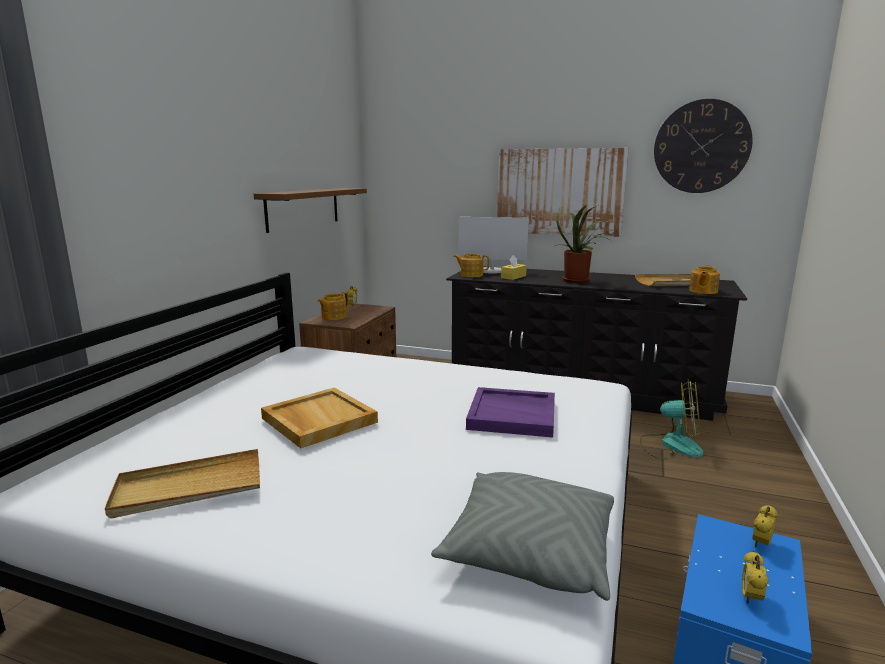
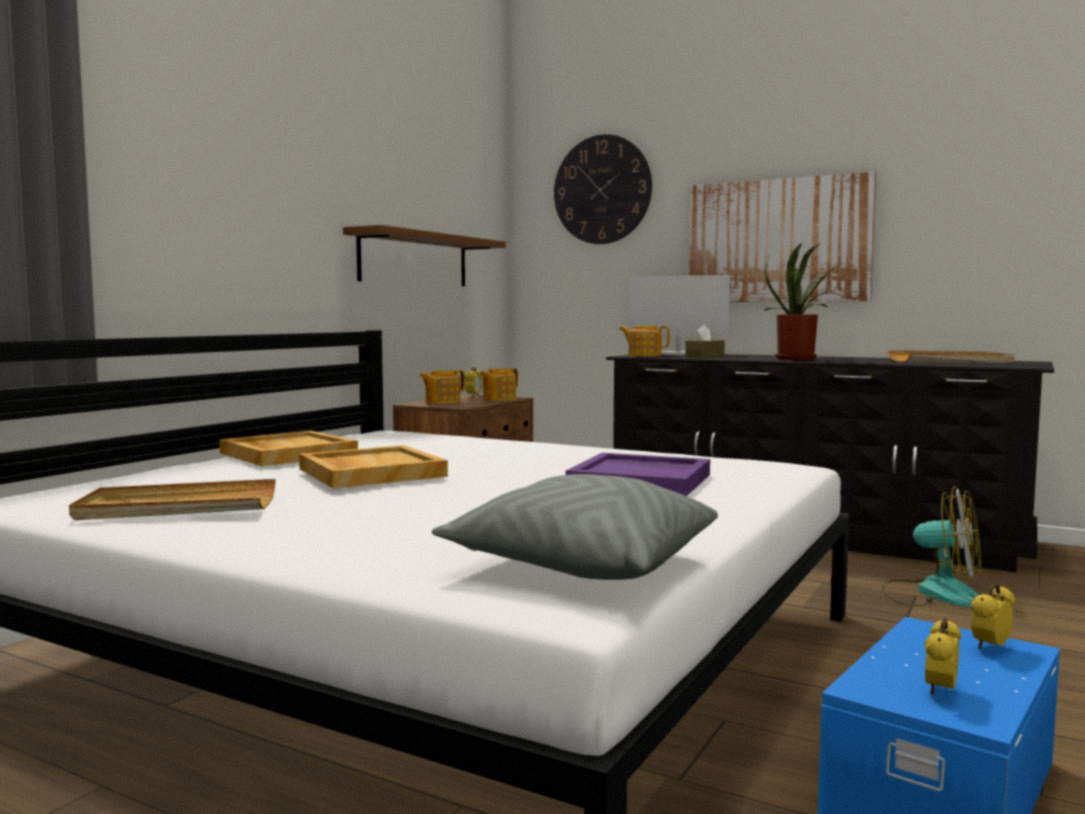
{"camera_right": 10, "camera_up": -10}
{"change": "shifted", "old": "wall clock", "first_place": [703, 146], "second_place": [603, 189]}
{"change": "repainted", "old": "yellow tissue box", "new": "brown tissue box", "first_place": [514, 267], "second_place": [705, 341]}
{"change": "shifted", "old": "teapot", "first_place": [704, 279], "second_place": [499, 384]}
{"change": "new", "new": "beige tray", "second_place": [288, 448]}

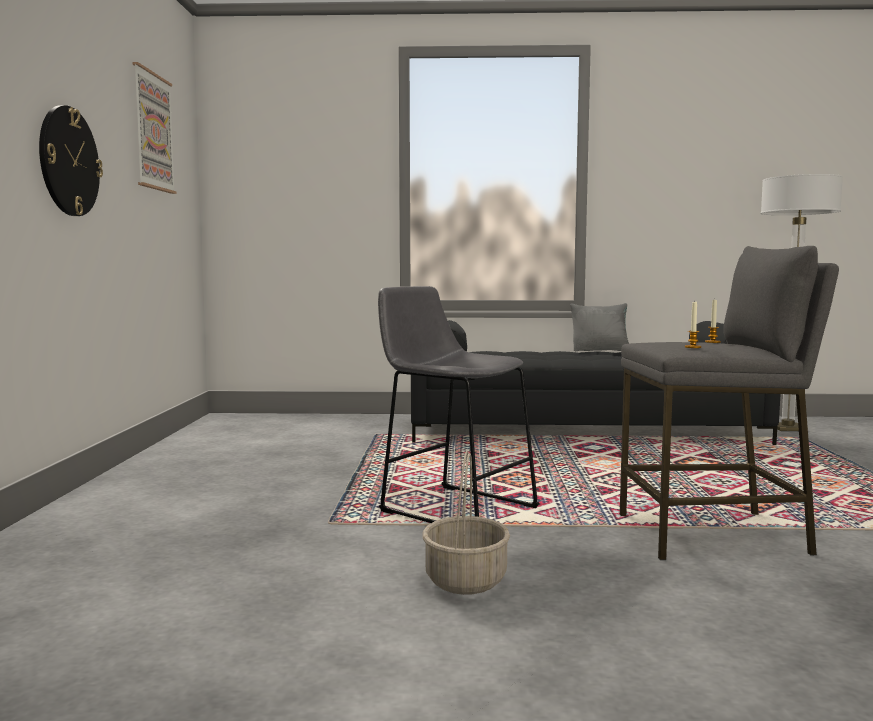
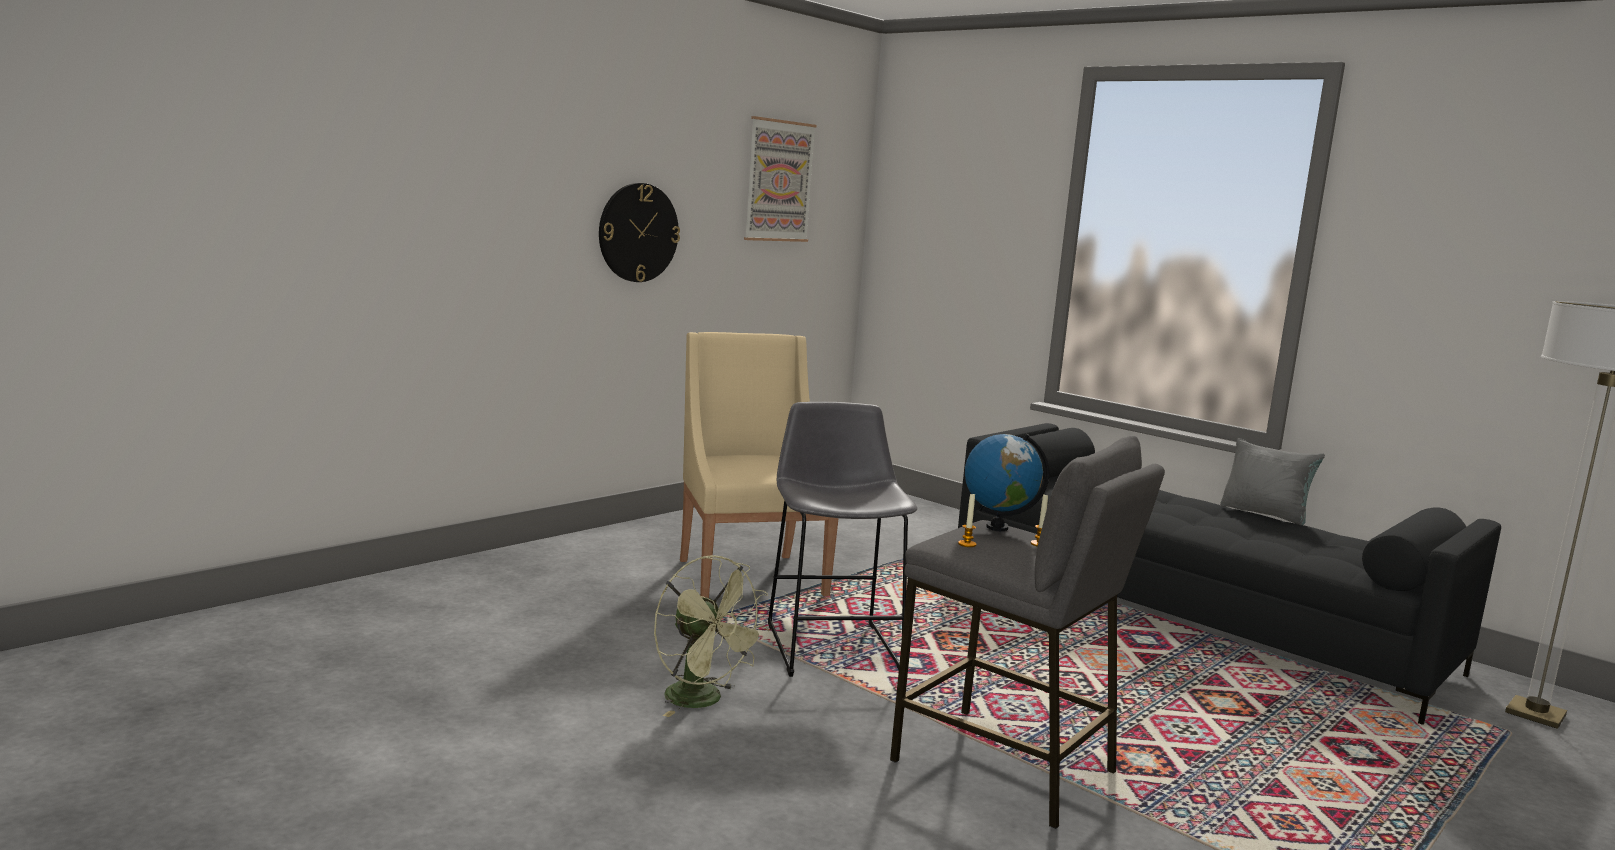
{"camera_right": 40, "camera_up": 5}
{"change": "swapped", "old": "basket", "new": "green fan", "first_place": [466, 523], "second_place": [711, 636]}
{"change": "new", "new": "beige armchair", "second_place": [759, 465]}
{"change": "new", "new": "globe", "second_place": [1007, 482]}

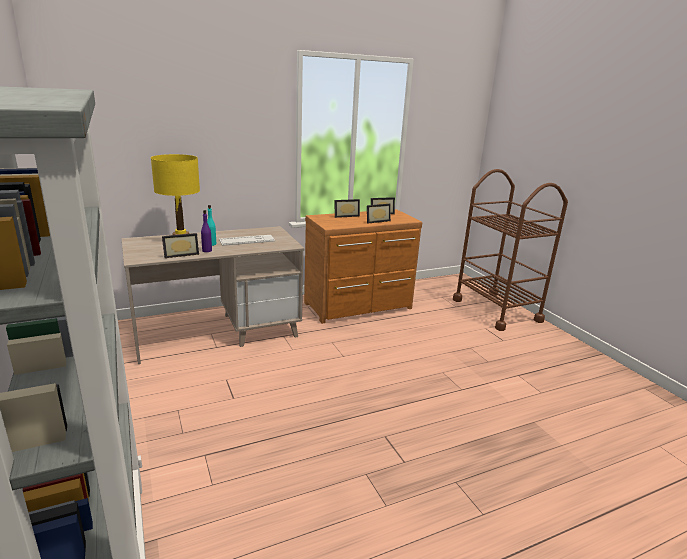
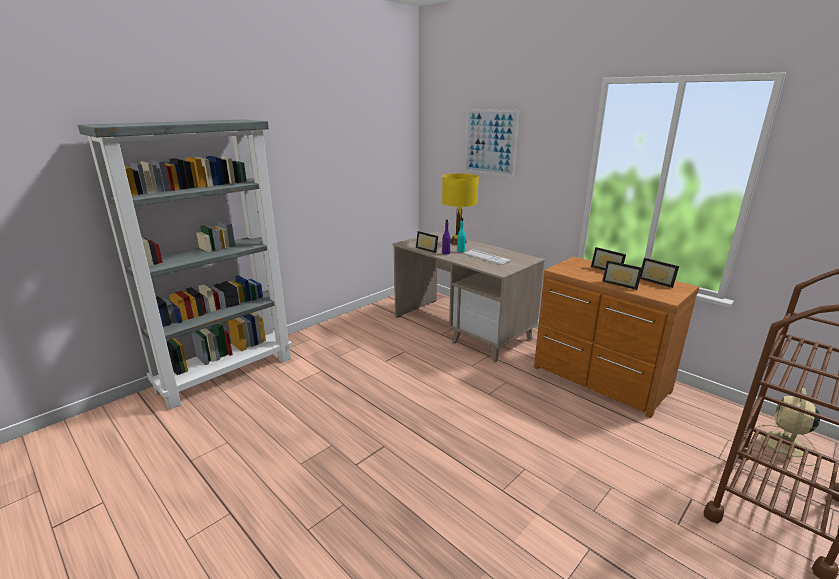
{"camera_right": 70, "camera_up": 0}
{"change": "new", "new": "picture", "second_place": [492, 143]}
{"change": "new", "new": "beige fan", "second_place": [786, 426]}

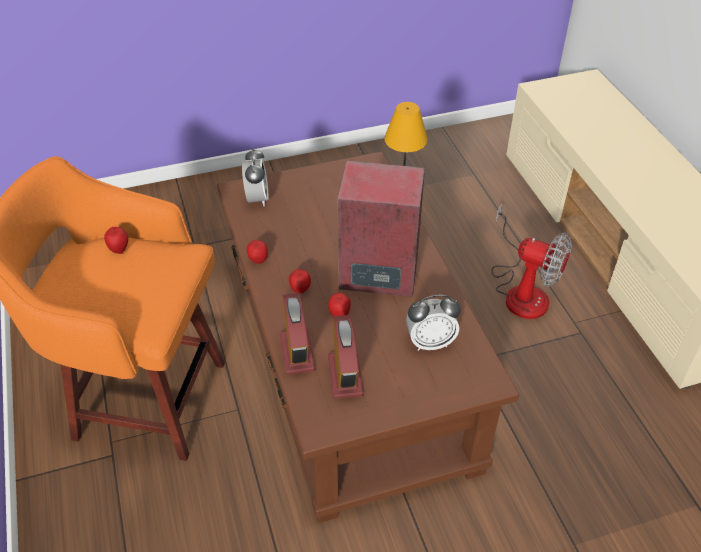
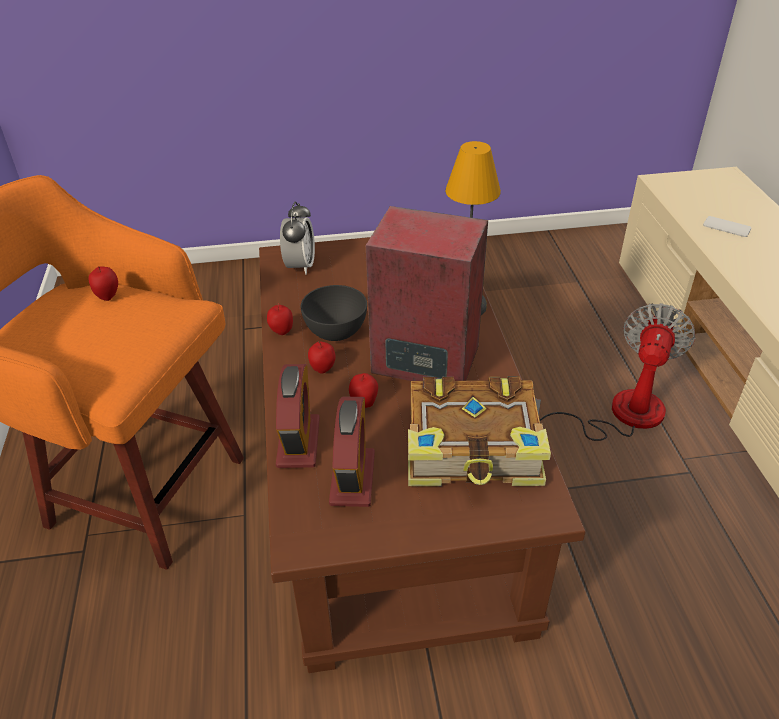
{"camera_right": 10, "camera_up": -5}
{"change": "rotated", "old": "fan", "first_place": [531, 261], "second_place": [615, 372], "degrees": -105}
{"change": "swapped", "old": "alarm clock", "new": "book", "first_place": [433, 323], "second_place": [479, 431]}
{"change": "new", "new": "phone", "second_place": [727, 226]}
{"change": "new", "new": "grey bowl", "second_place": [334, 313]}

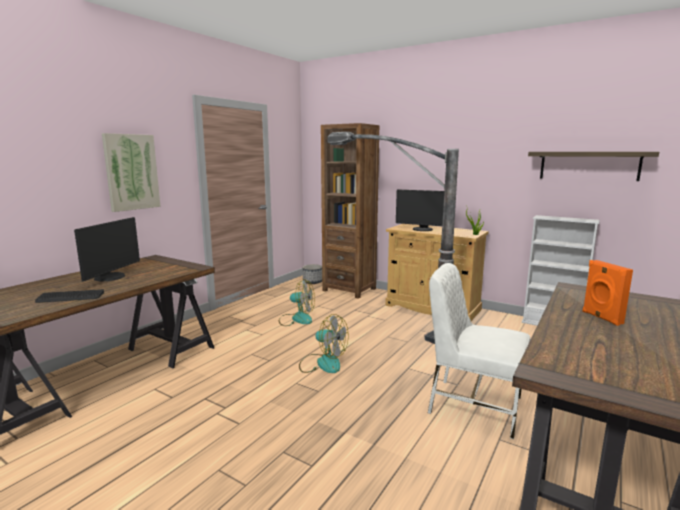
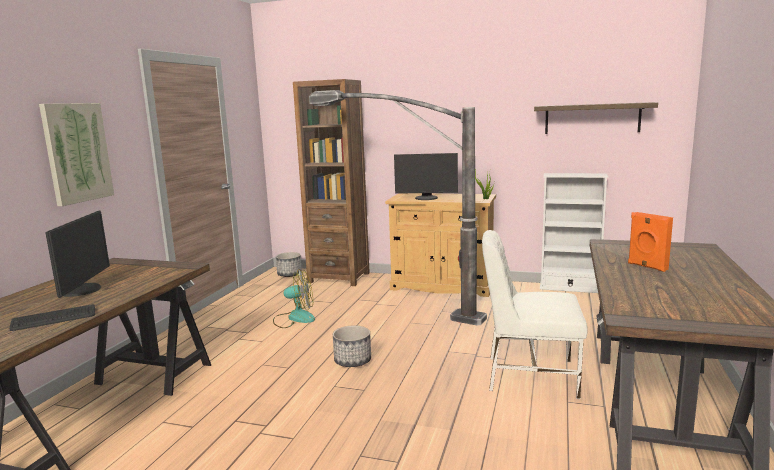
{"camera_right": -15, "camera_up": 0}
{"change": "swapped", "old": "fan", "new": "planter", "first_place": [323, 343], "second_place": [352, 346]}

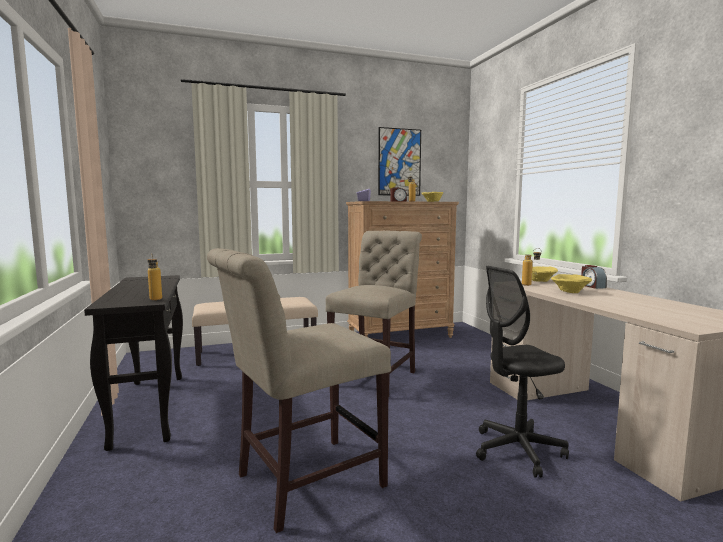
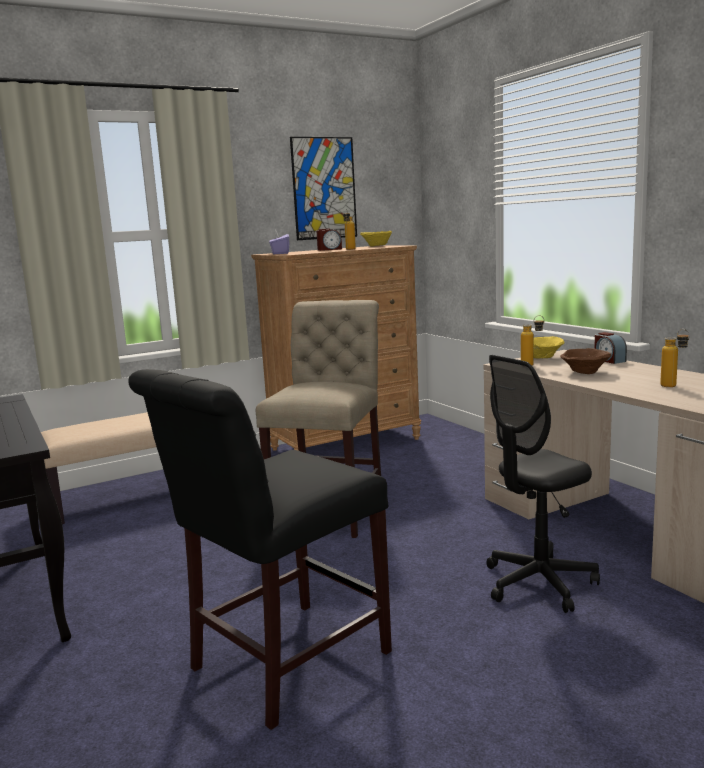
{"camera_right": -10, "camera_up": 5}
{"change": "repainted", "old": "beige chair", "new": "black chair", "first_place": [299, 390], "second_place": [260, 549]}
{"change": "shifted", "old": "bottle", "first_place": [154, 277], "second_place": [674, 358]}
{"change": "repainted", "old": "yellow bowl", "new": "brown bowl", "first_place": [571, 283], "second_place": [585, 361]}

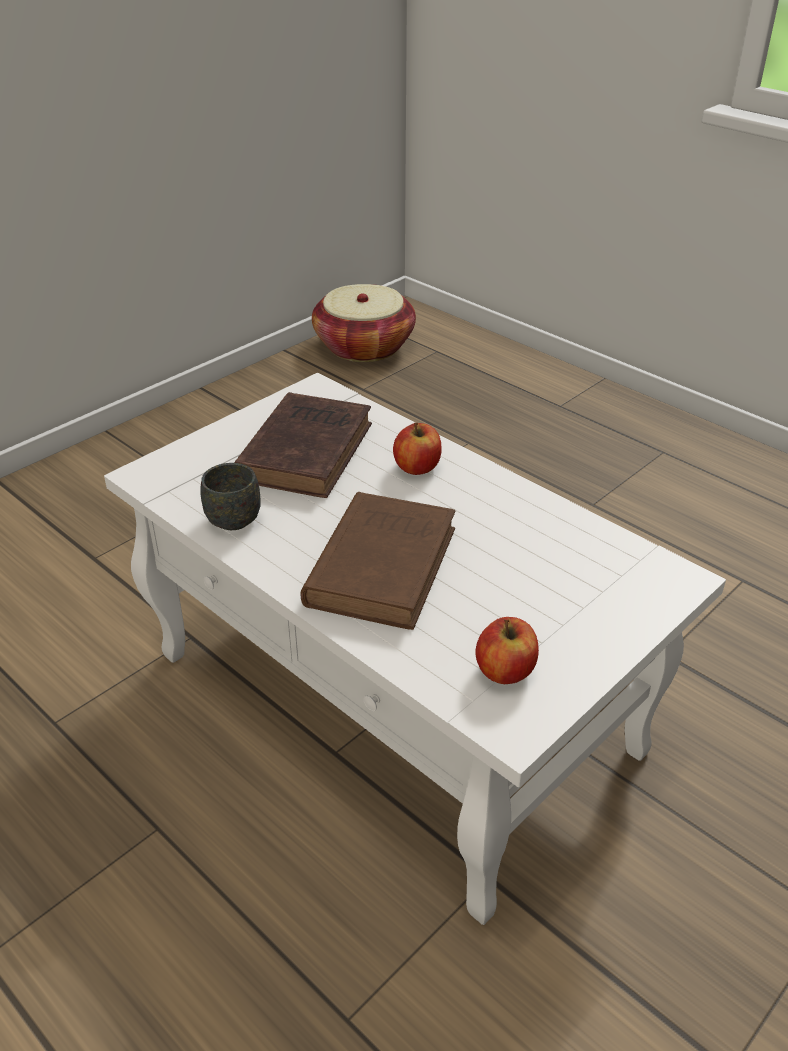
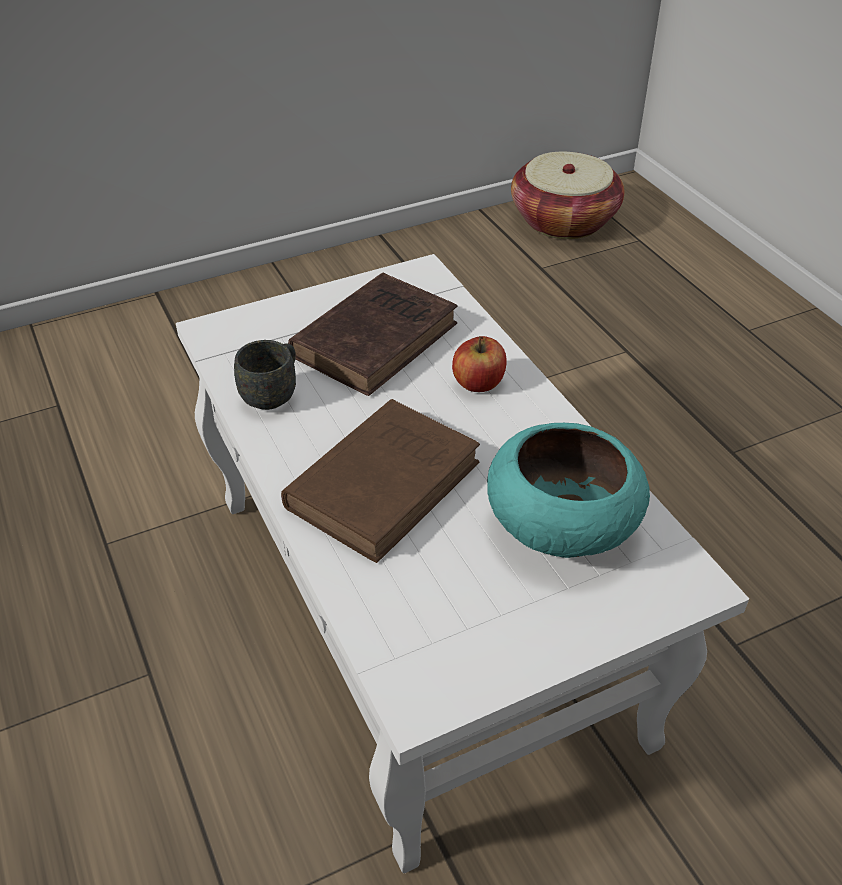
{"camera_right": 20, "camera_up": 5}
{"change": "gone", "old": "apple", "first_place": [507, 650]}
{"change": "new", "new": "turquoise bowl", "second_place": [568, 490]}

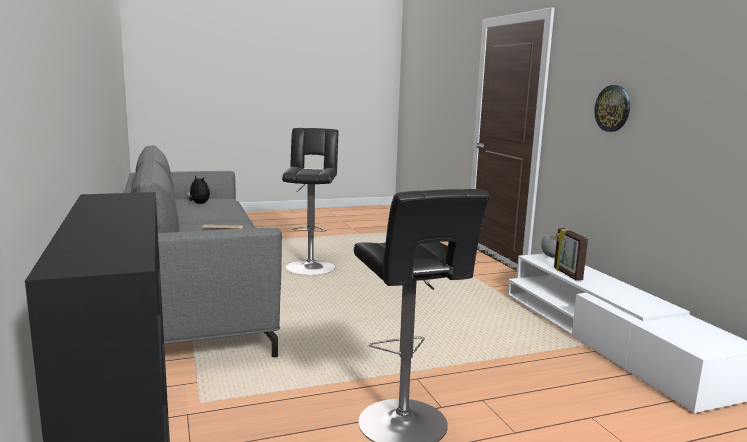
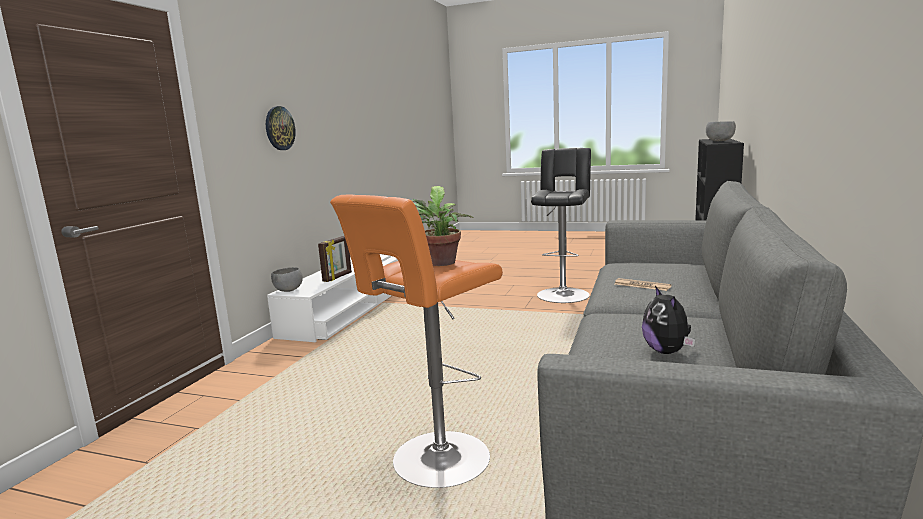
{"camera_right": -140, "camera_up": 0}
{"change": "repainted", "old": "black stool", "new": "orange stool", "first_place": [310, 201], "second_place": [416, 341]}
{"change": "new", "new": "grey bowl", "second_place": [721, 131]}
{"change": "new", "new": "potted plant", "second_place": [443, 226]}

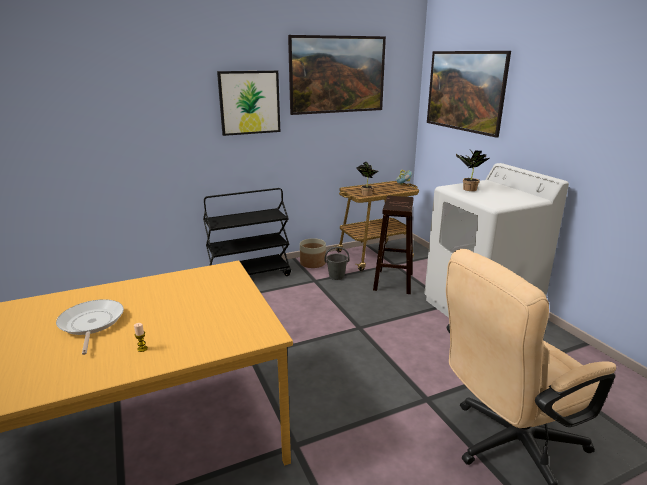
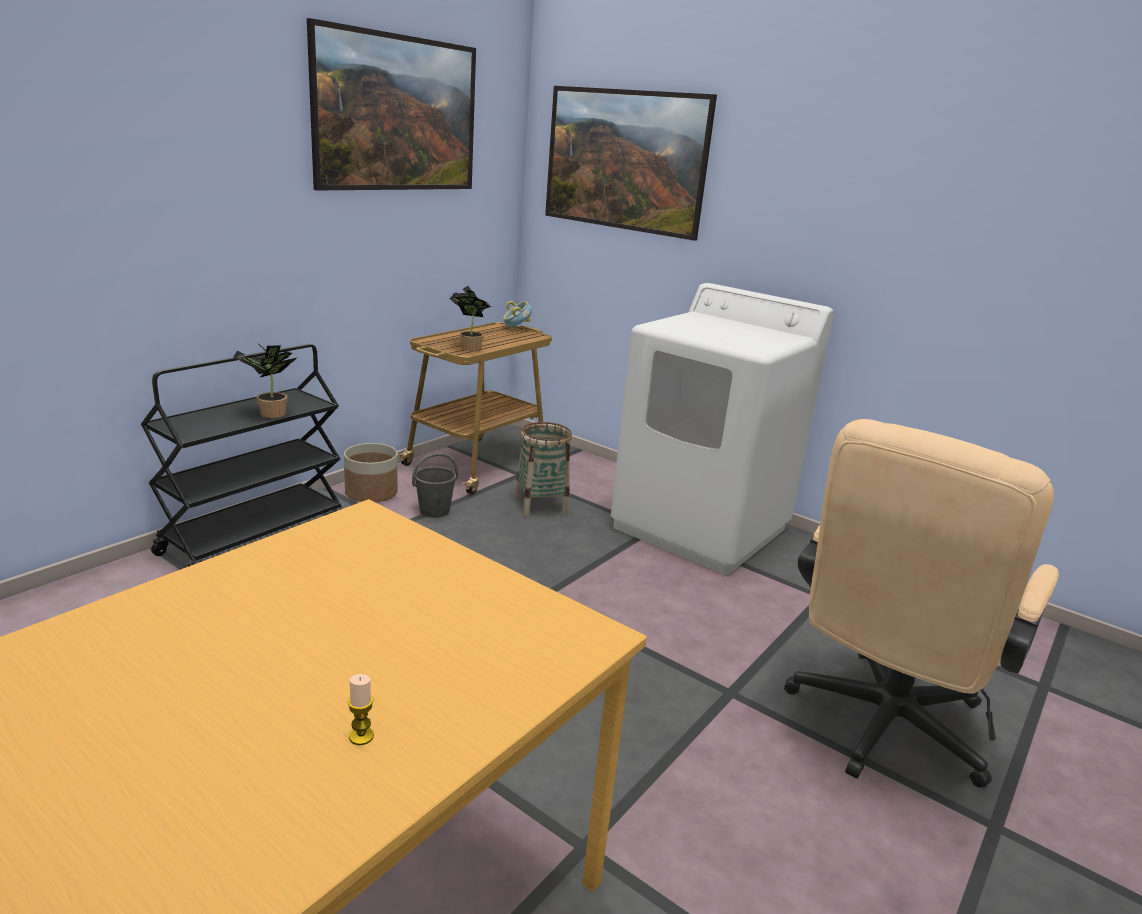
{"camera_right": -30, "camera_up": 0}
{"change": "gone", "old": "picture", "first_place": [248, 103]}
{"change": "shifted", "old": "potted plant", "first_place": [473, 170], "second_place": [265, 380]}
{"change": "swapped", "old": "brown stool", "new": "basket", "first_place": [393, 245], "second_place": [543, 469]}
{"change": "gone", "old": "frying pan", "first_place": [90, 327]}

